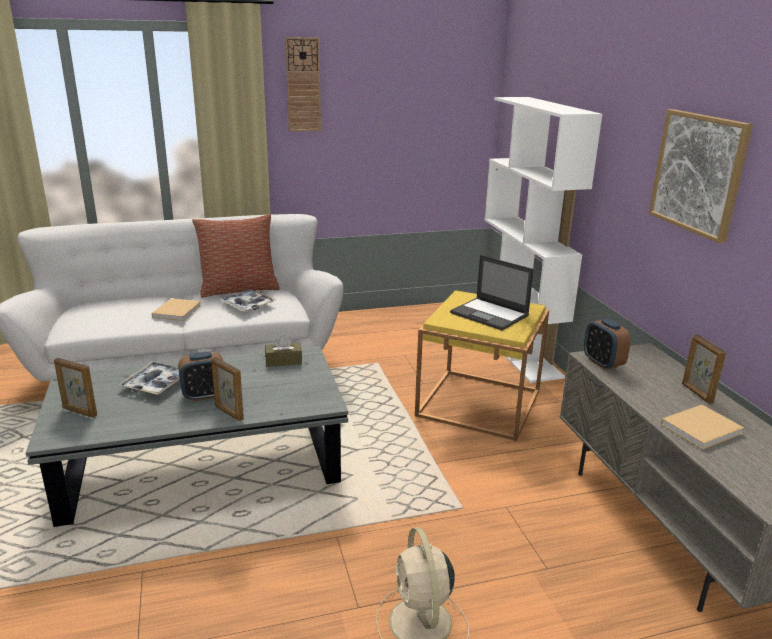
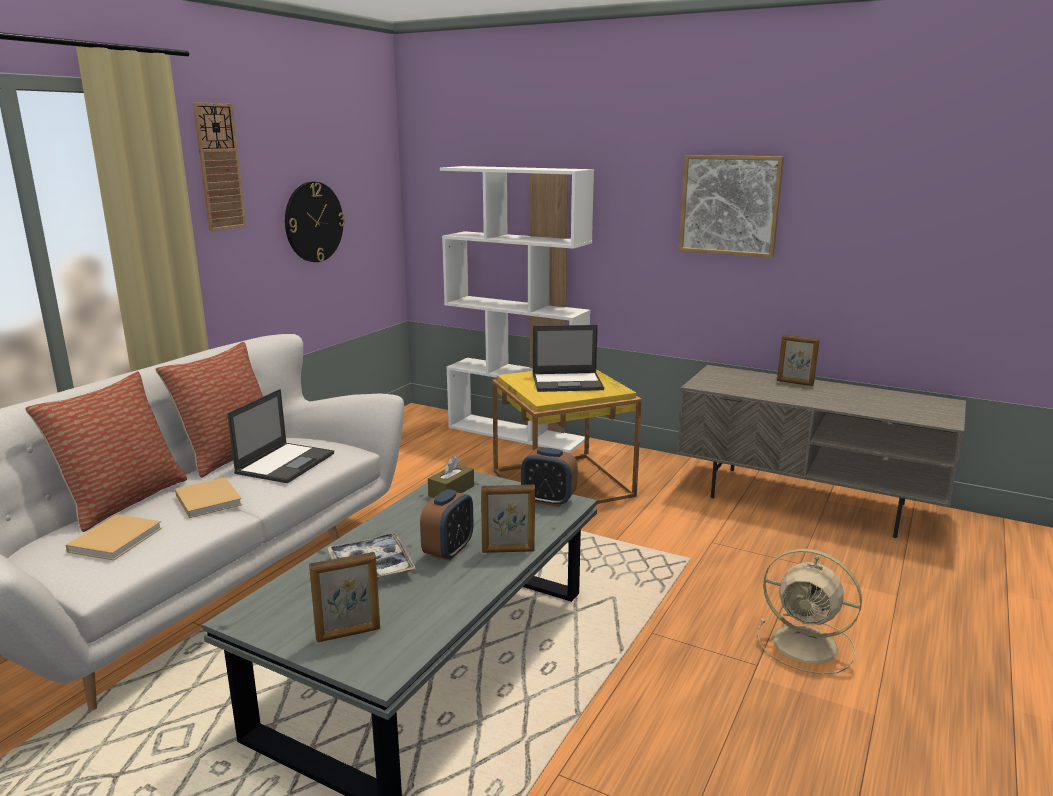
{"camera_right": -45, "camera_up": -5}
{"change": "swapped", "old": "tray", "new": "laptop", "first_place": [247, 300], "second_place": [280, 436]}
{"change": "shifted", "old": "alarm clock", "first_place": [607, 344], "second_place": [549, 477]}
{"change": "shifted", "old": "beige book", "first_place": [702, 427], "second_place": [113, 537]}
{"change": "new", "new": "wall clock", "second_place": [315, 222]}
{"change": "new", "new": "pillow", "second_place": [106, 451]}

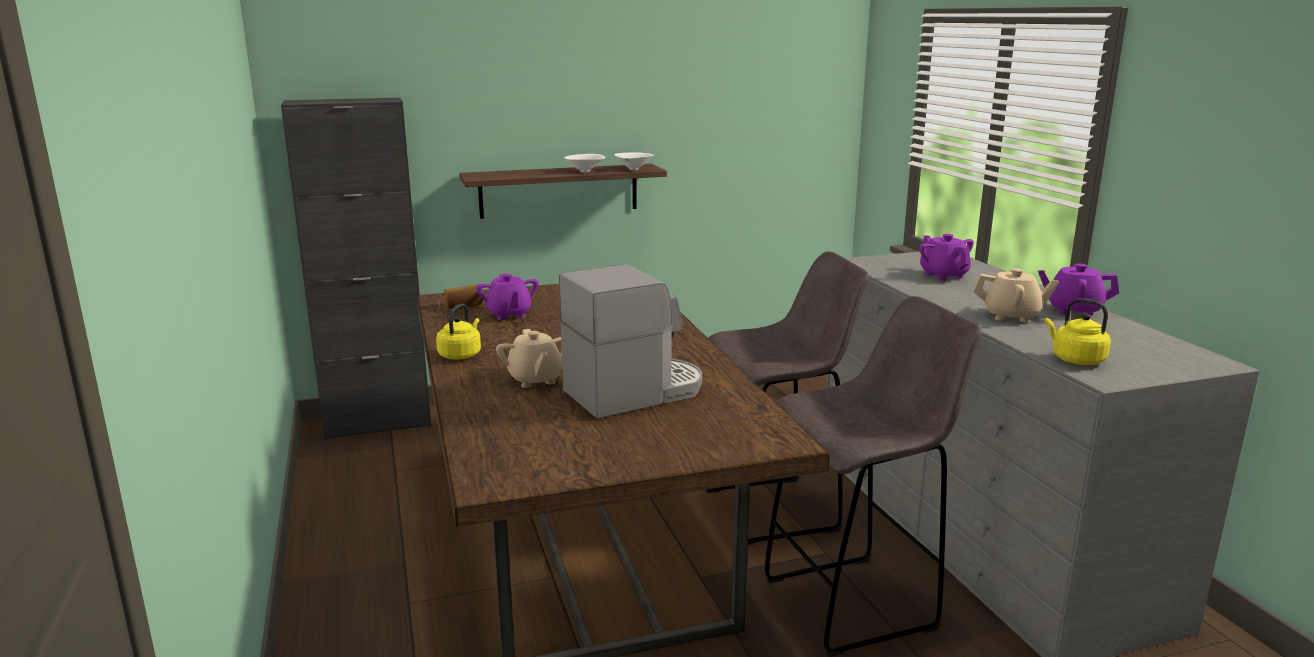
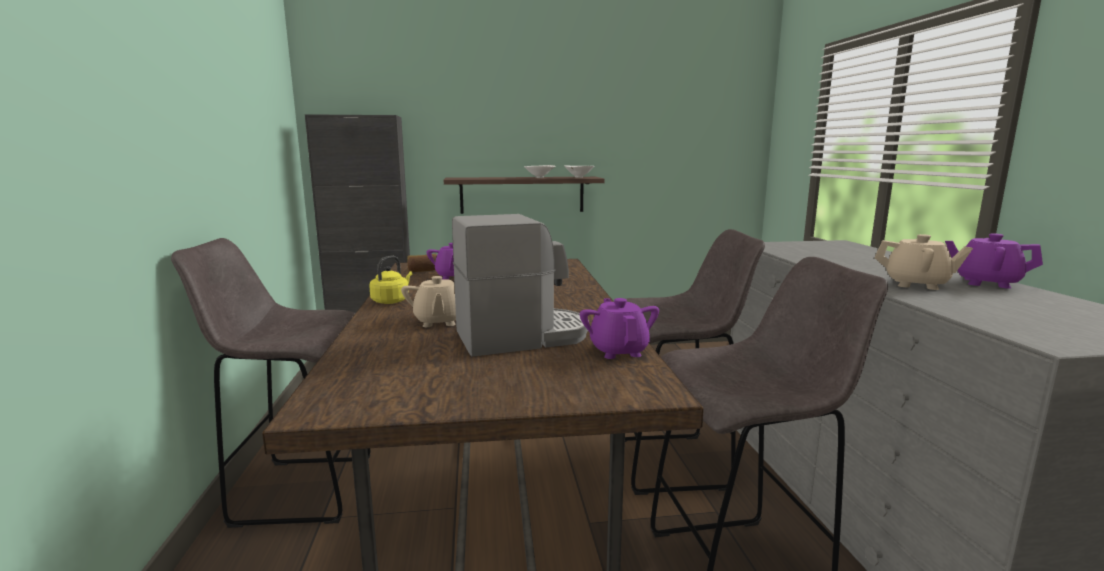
{"camera_right": 10, "camera_up": -5}
{"change": "shifted", "old": "purple teapot", "first_place": [946, 257], "second_place": [619, 328]}
{"change": "gone", "old": "yellow kettle", "first_place": [1078, 331]}
{"change": "new", "new": "grey stool", "second_place": [271, 383]}

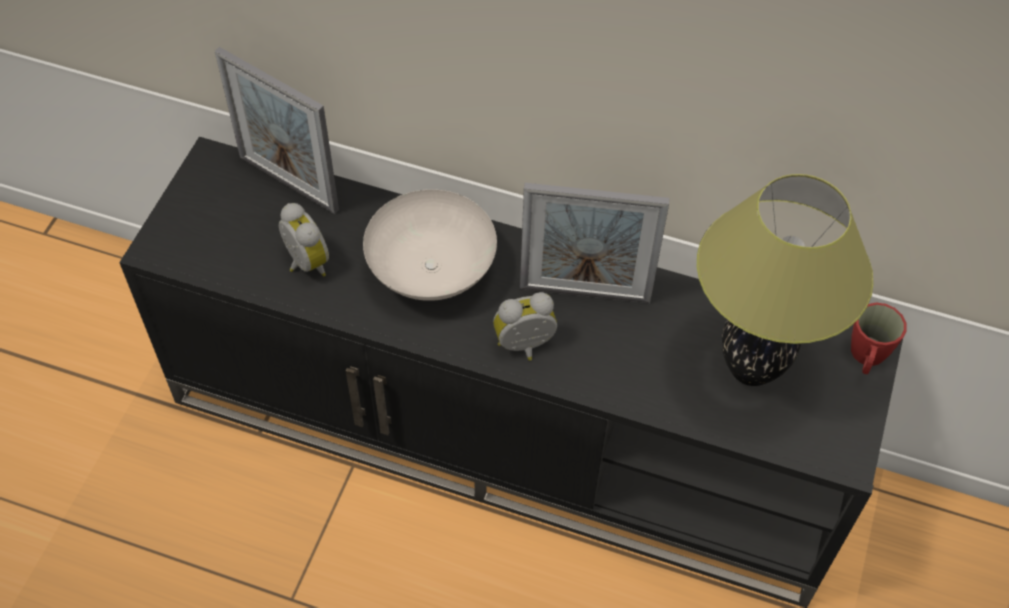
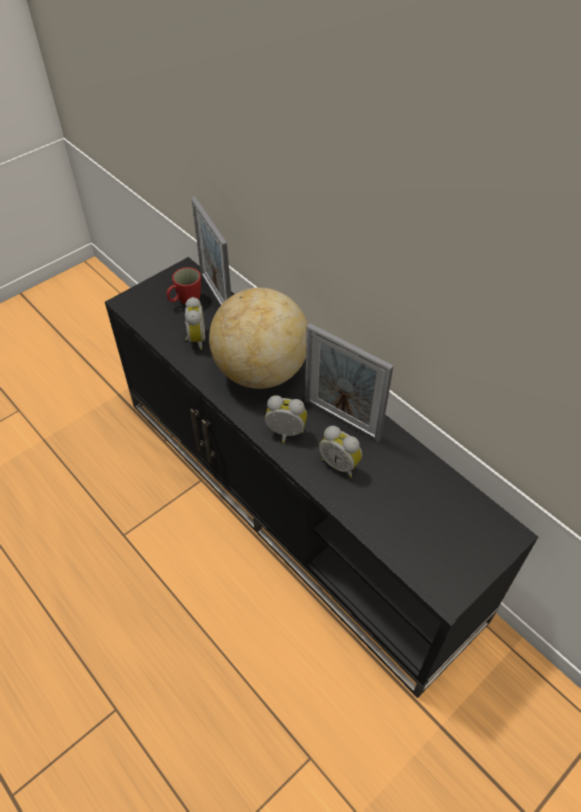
{"camera_right": 30, "camera_up": -5}
{"change": "gone", "old": "table lamp", "first_place": [785, 280]}
{"change": "swapped", "old": "white bowl", "new": "globe", "first_place": [430, 245], "second_place": [258, 338]}
{"change": "shifted", "old": "red mug", "first_place": [879, 338], "second_place": [184, 286]}
{"change": "new", "new": "alarm clock", "second_place": [340, 451]}

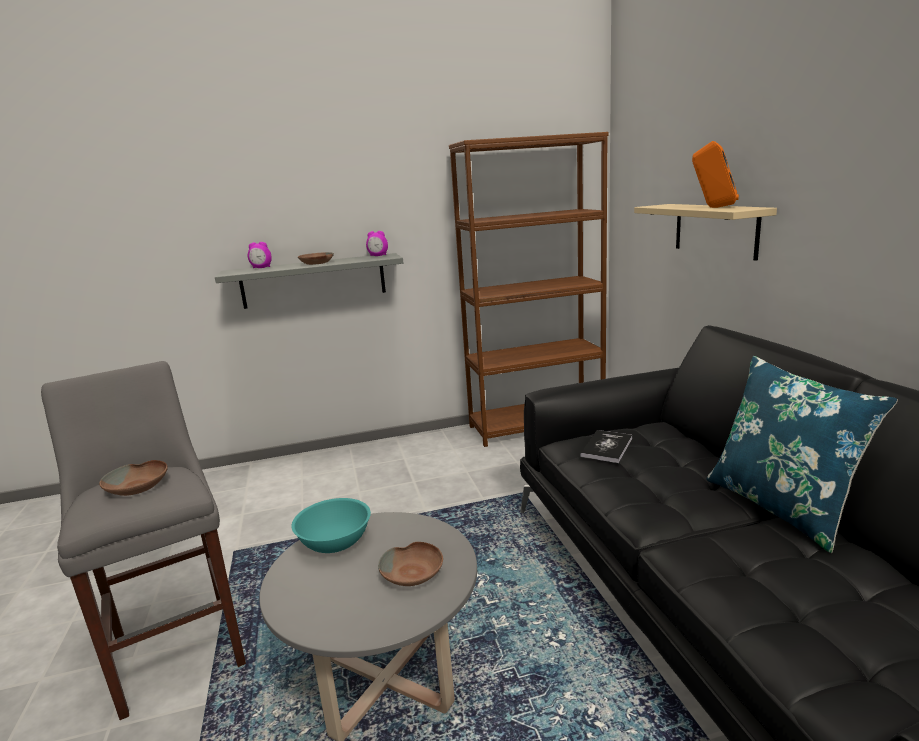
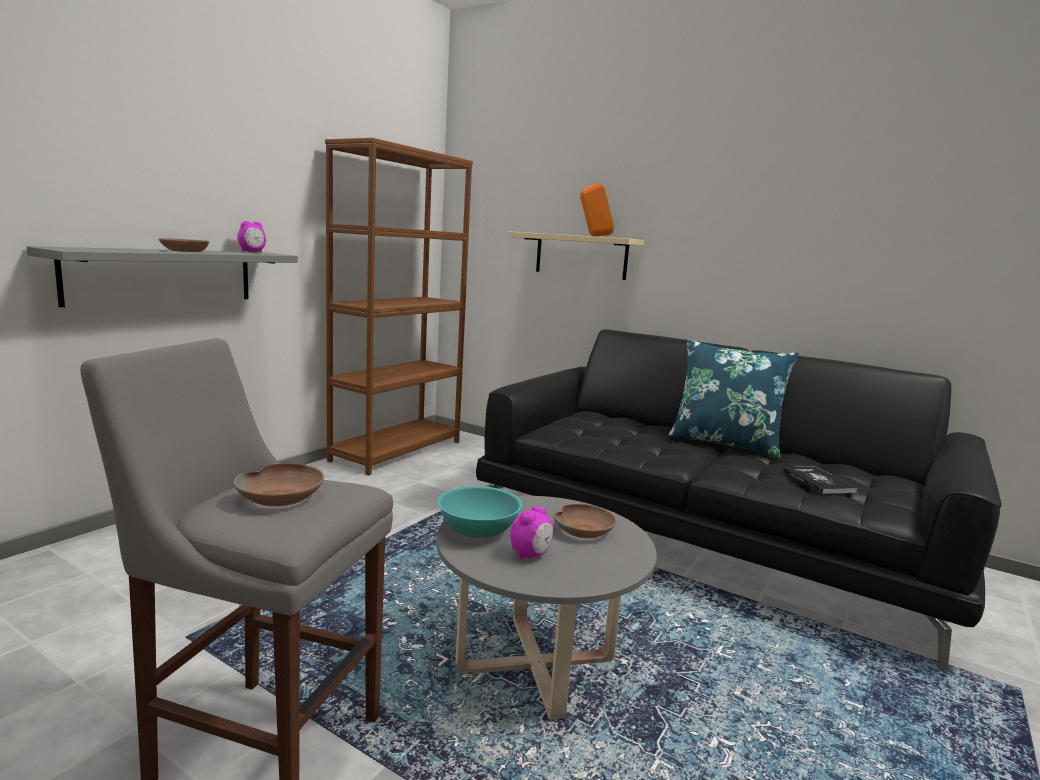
{"camera_right": -45, "camera_up": -5}
{"change": "shifted", "old": "alarm clock", "first_place": [260, 255], "second_place": [531, 533]}
{"change": "shifted", "old": "book", "first_place": [606, 446], "second_place": [819, 480]}

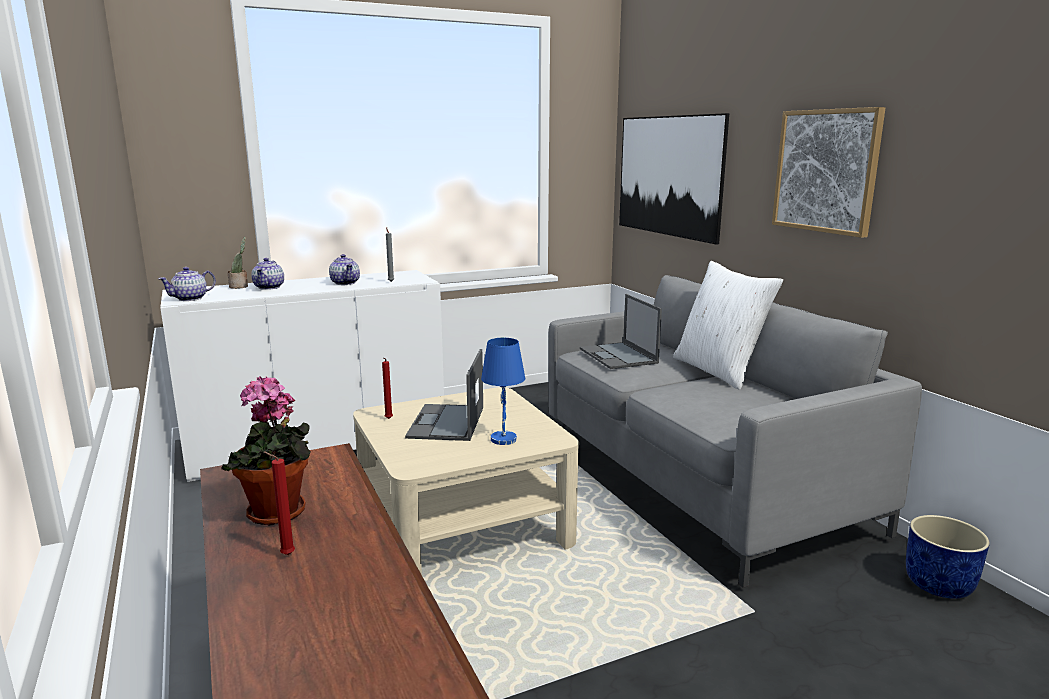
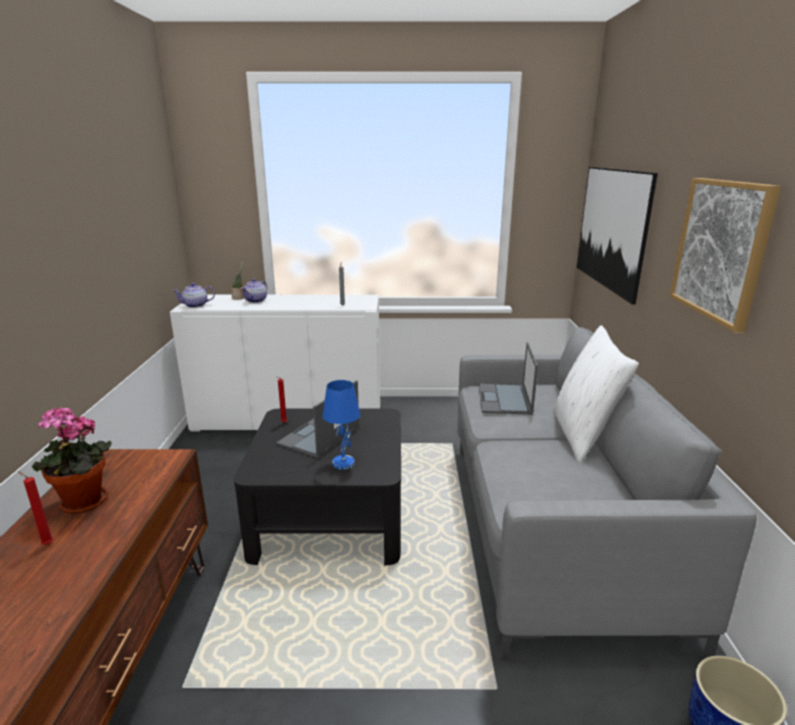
{"camera_right": 25, "camera_up": 5}
{"change": "gone", "old": "teapot", "first_place": [344, 269]}
{"change": "repainted", "old": "beige coffee table", "new": "black coffee table", "first_place": [466, 481], "second_place": [317, 486]}

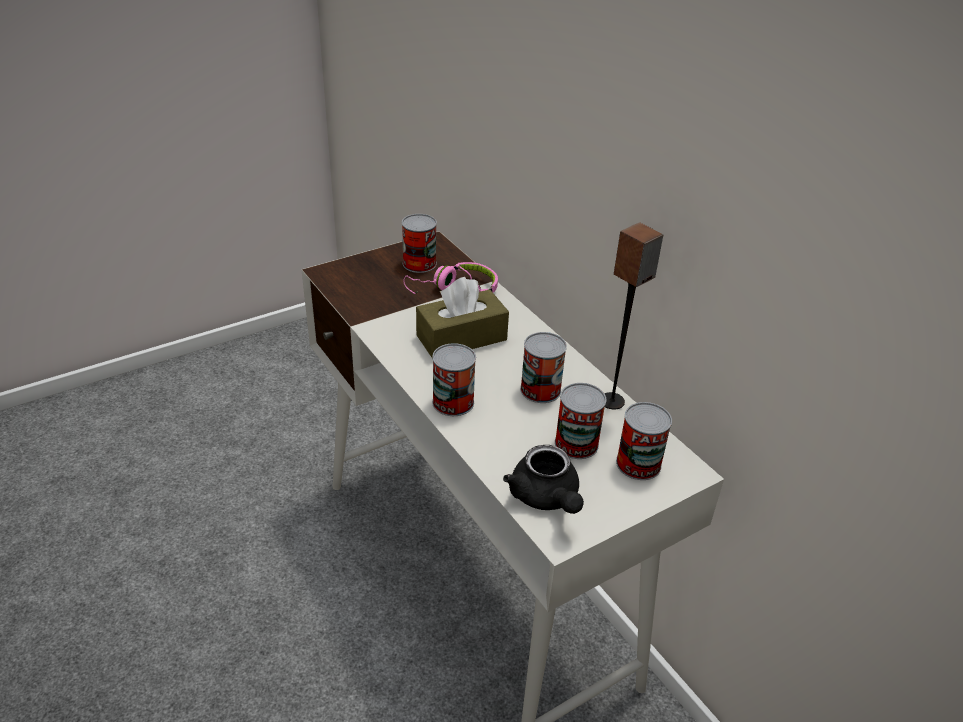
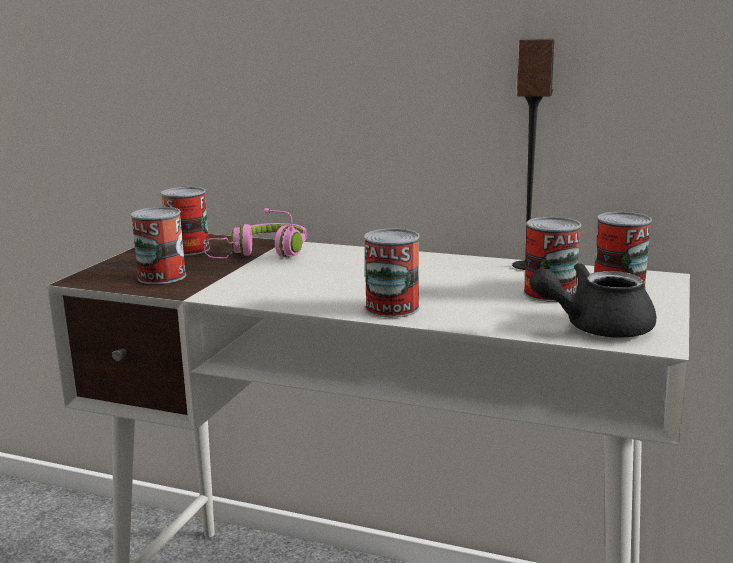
{"camera_right": -35, "camera_up": -20}
{"change": "gone", "old": "brown tissue box", "first_place": [462, 317]}
{"change": "shifted", "old": "can", "first_place": [543, 367], "second_place": [158, 245]}
{"change": "rotated", "old": "black teapot", "first_place": [543, 479], "second_place": [592, 300], "degrees": 135}

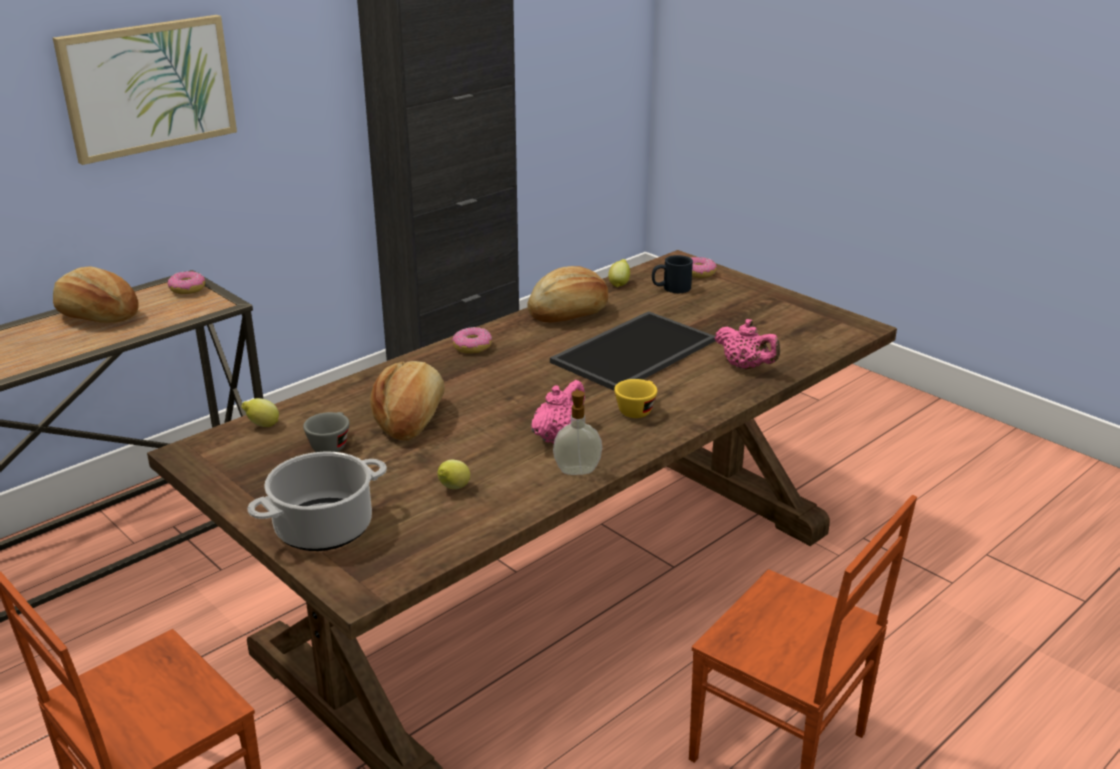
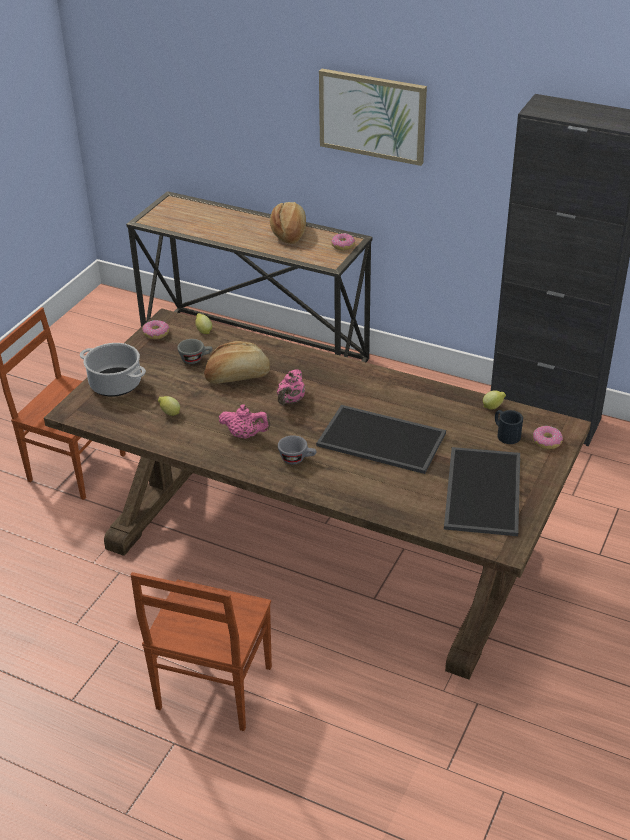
{"camera_right": 70, "camera_up": 10}
{"change": "gone", "old": "bread", "first_place": [567, 294]}
{"change": "shifted", "old": "pink teapot", "first_place": [747, 344], "second_place": [291, 387]}
{"change": "shifted", "old": "donut", "first_place": [472, 340], "second_place": [156, 329]}
{"change": "repainted", "old": "yellow cup", "new": "grey cup", "first_place": [635, 398], "second_place": [297, 449]}
{"change": "gone", "old": "soap dispenser", "first_place": [577, 432]}
{"change": "new", "new": "tray", "second_place": [482, 491]}

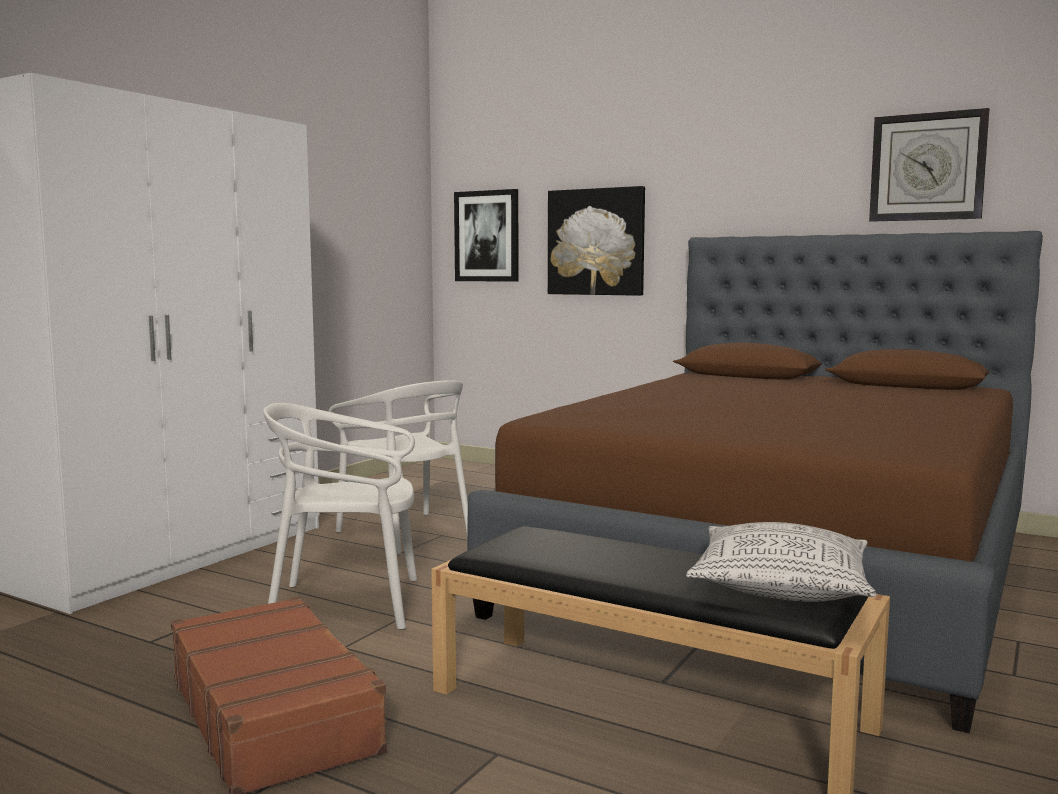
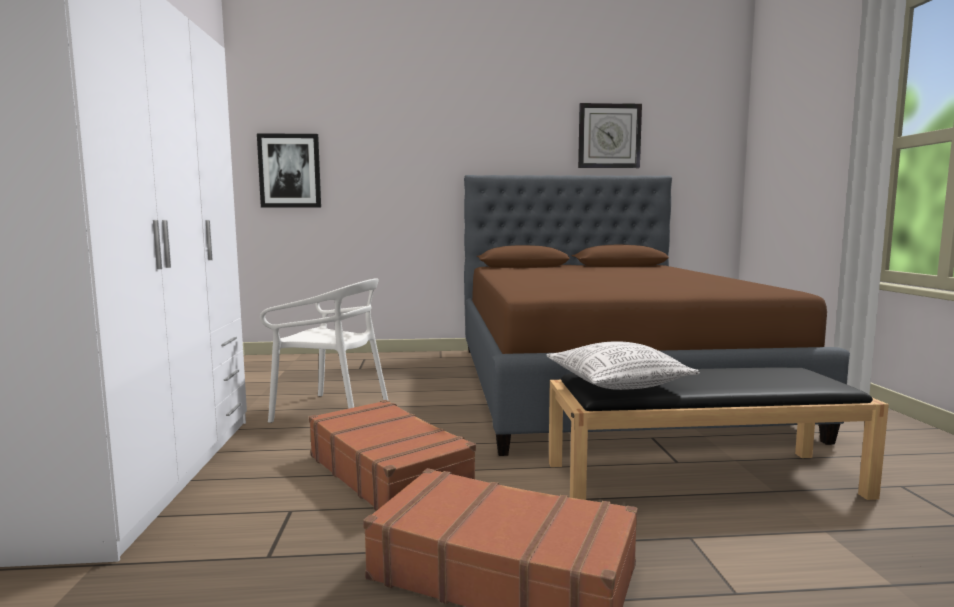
{"camera_right": -35, "camera_up": 0}
{"change": "gone", "old": "picture", "first_place": [596, 241]}
{"change": "swapped", "old": "white chair", "new": "brown suitcase", "first_place": [340, 516], "second_place": [392, 455]}
{"change": "shifted", "old": "pillow", "first_place": [781, 562], "second_place": [623, 365]}

